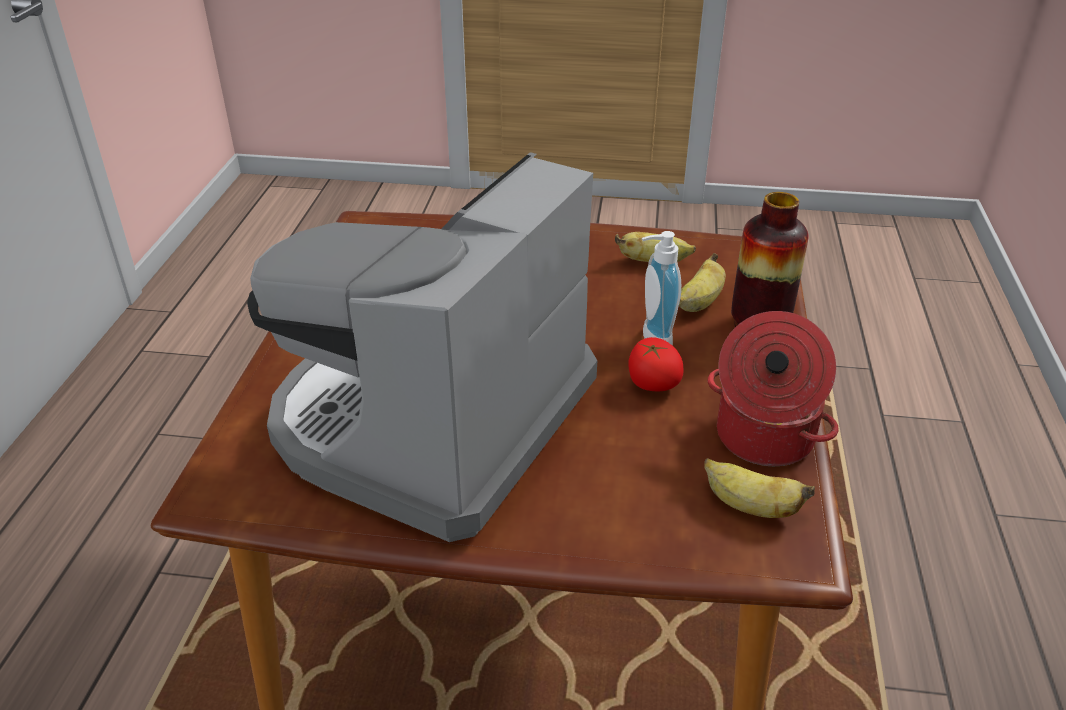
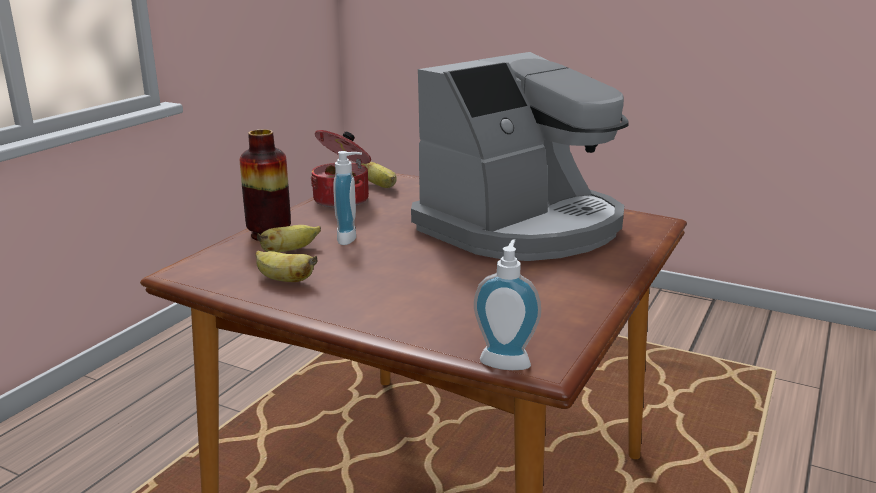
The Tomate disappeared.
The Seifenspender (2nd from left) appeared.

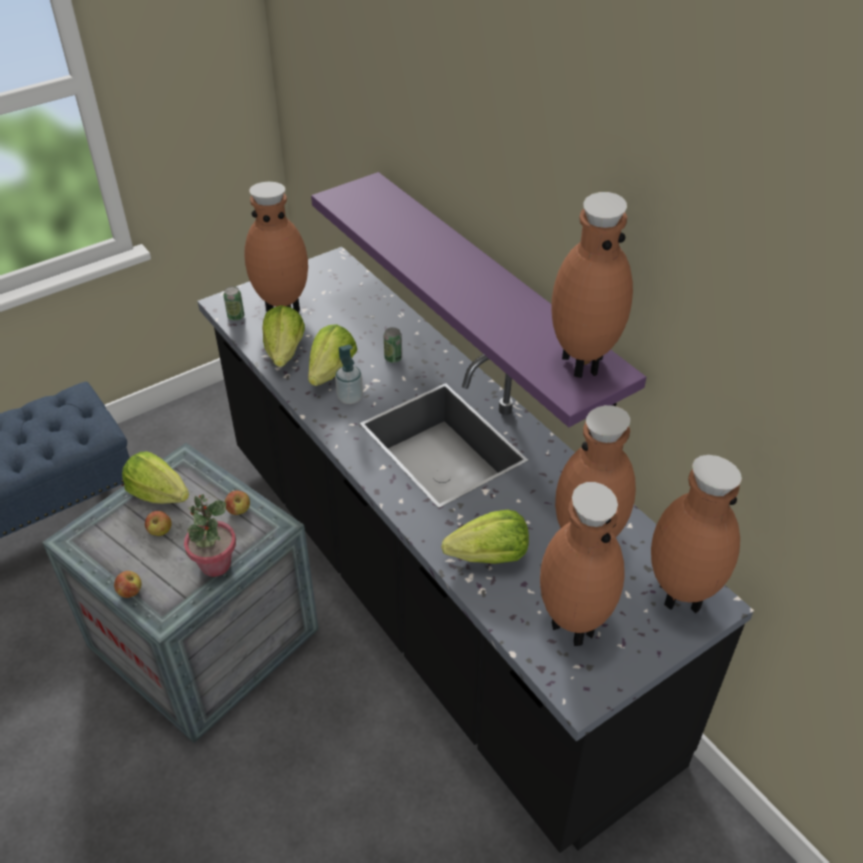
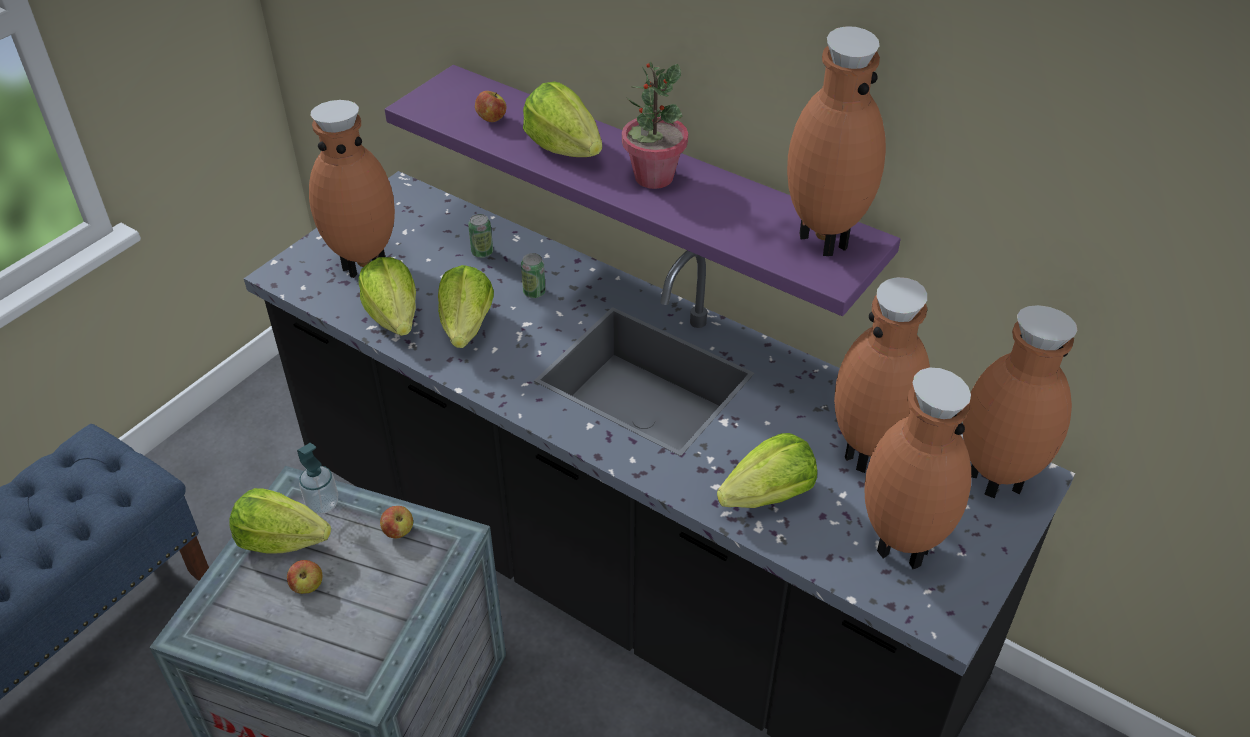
The Apfel (1st from left in the first image) moved.
The Topfpflanze moved.
The Dose (1st from left) moved.
The Seifenspender moved.
The Salatkopf (4th from left) appeared.

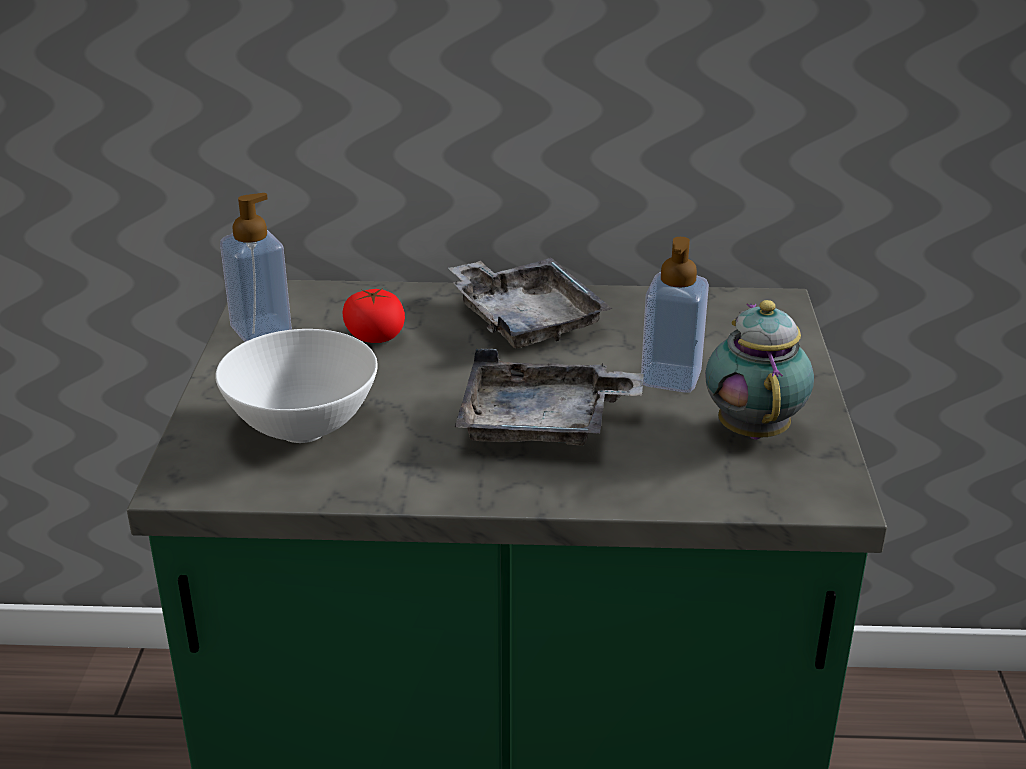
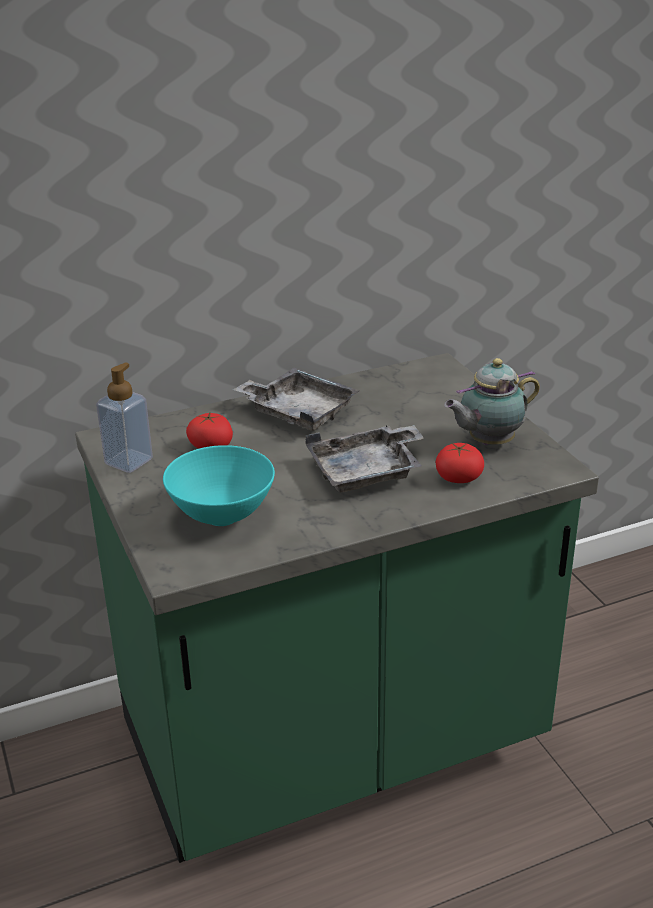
The Schüssel/weiß became the Schüssel/türkis.
The Seifenspender (2nd from left) disappeared.
The Teekanne turned 90 degrees counterclockwise.
The Tomate (2nd from left) appeared.

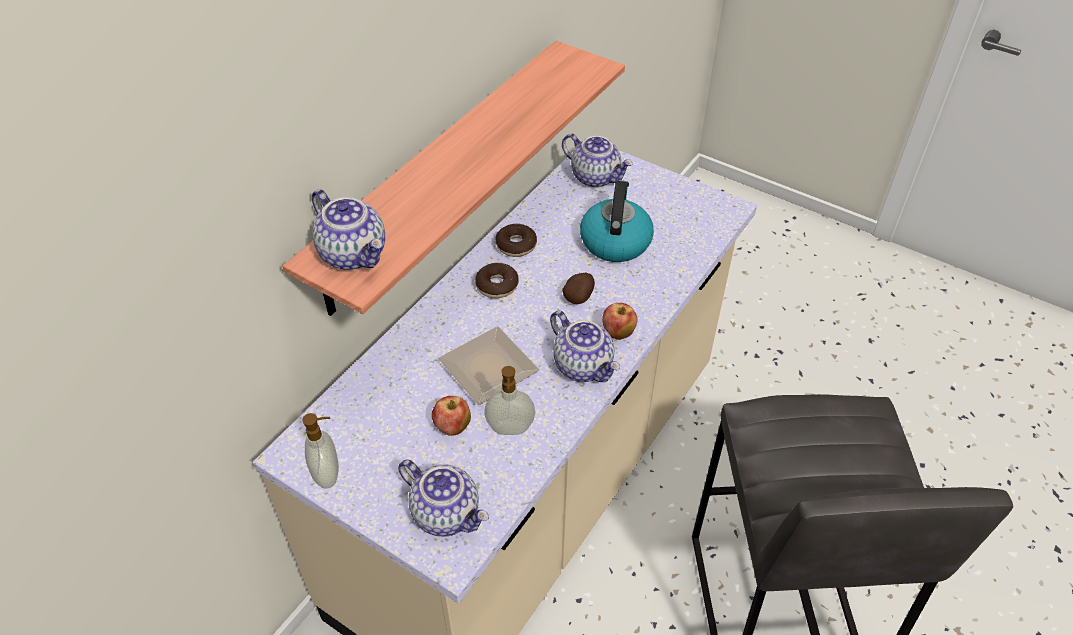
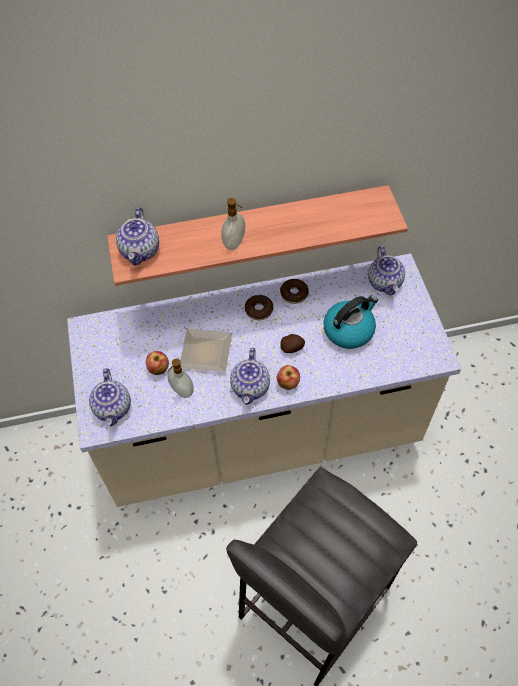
The Seifenspender (1st from left in the first image) moved.

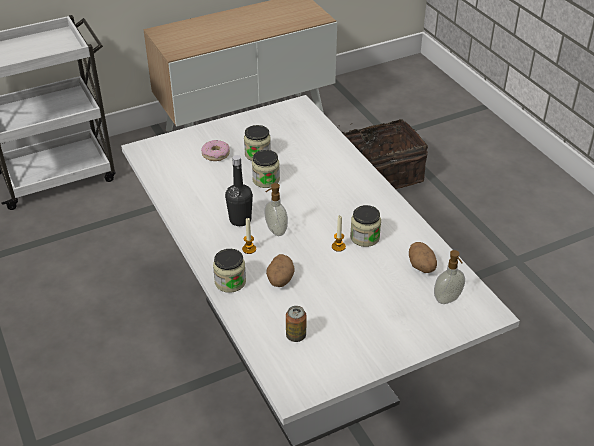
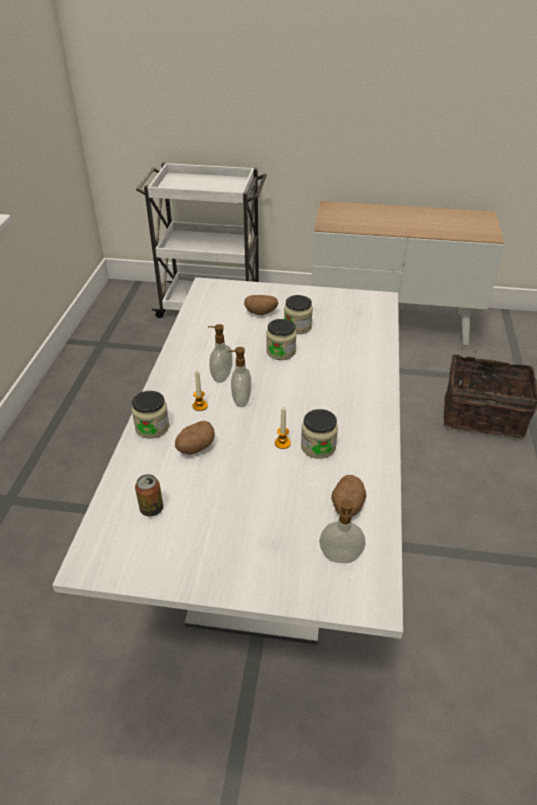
The Donut was replaced by the Kartoffel (2nd from left).
The Flasche/schwarz was replaced by the Seifenspender (1st from left).

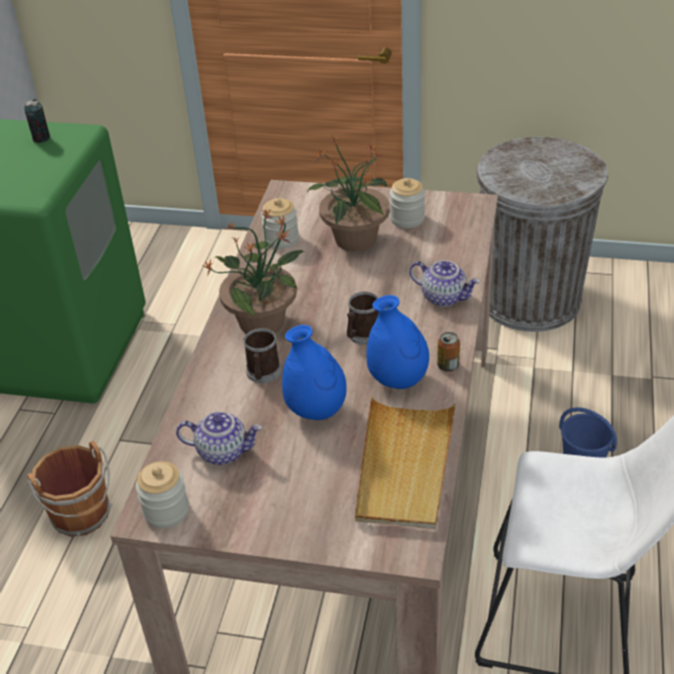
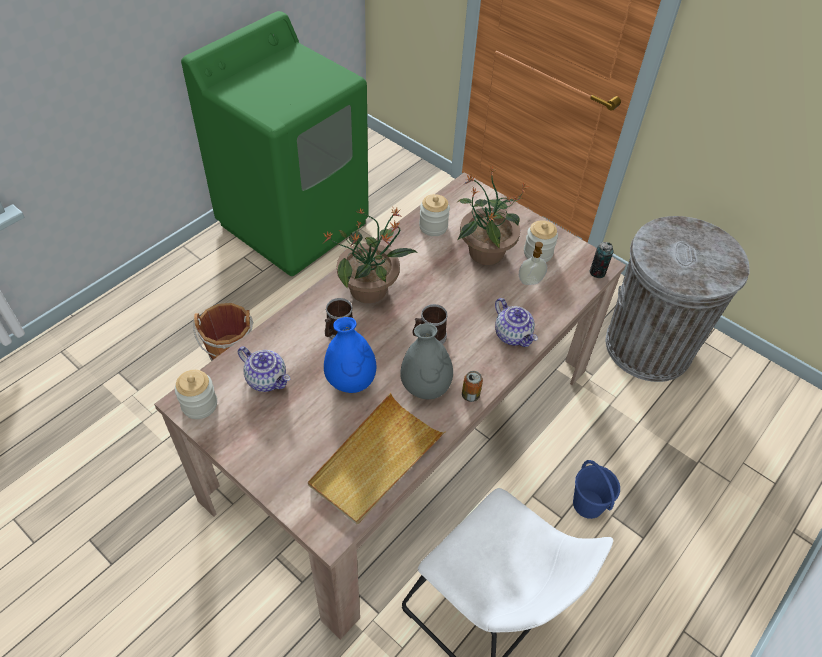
The Dose (1st from left in the first image) moved.
The Vase/blau (2nd from left) became the Vase/grau.
The Seifenspender appeared.

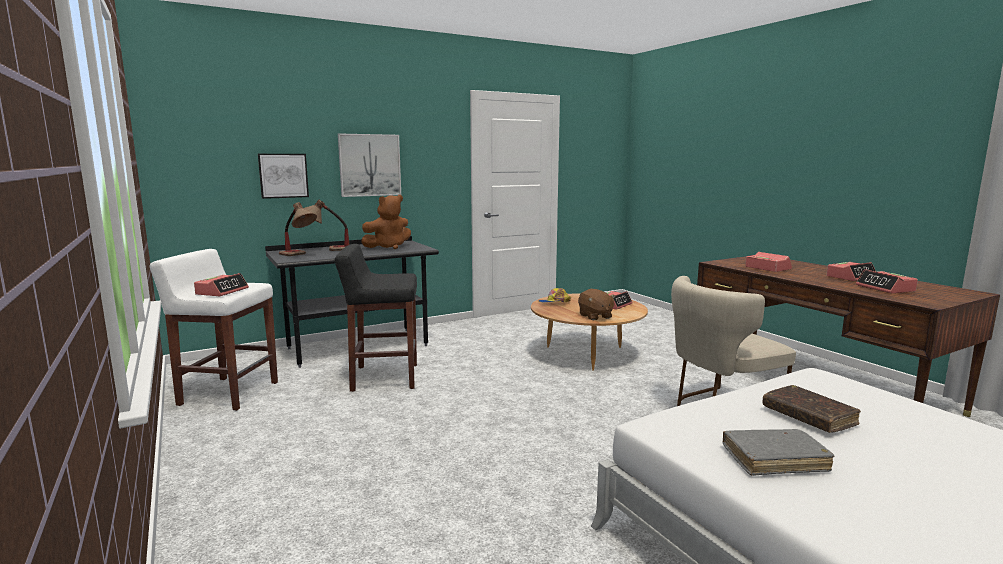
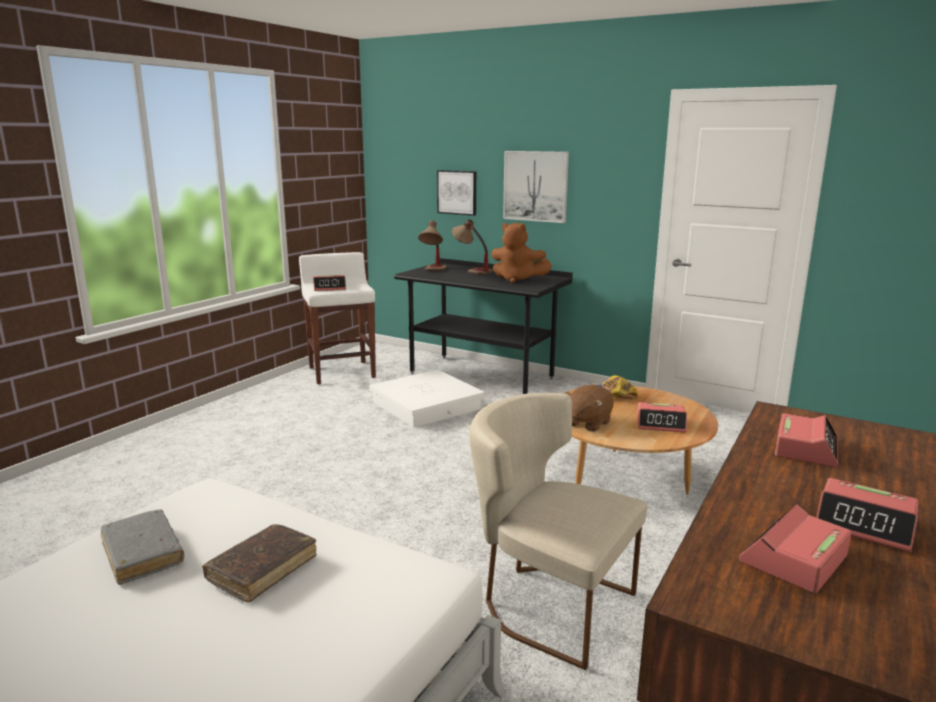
The Hocker/schwarz was replaced by the Aufbewahrungsbox/weiß.

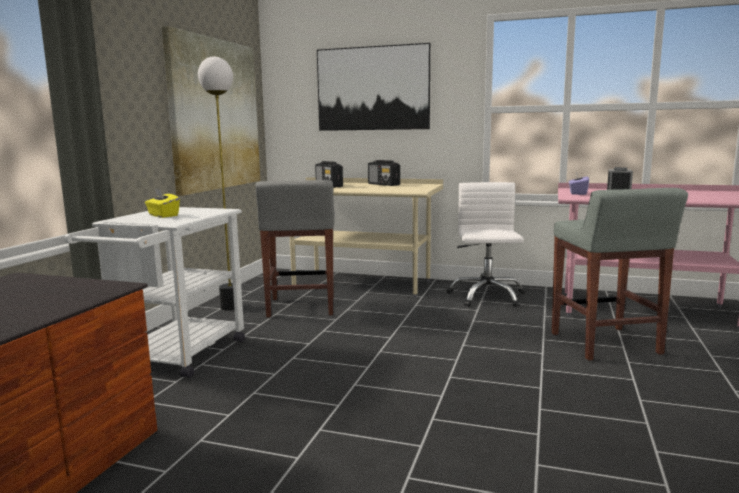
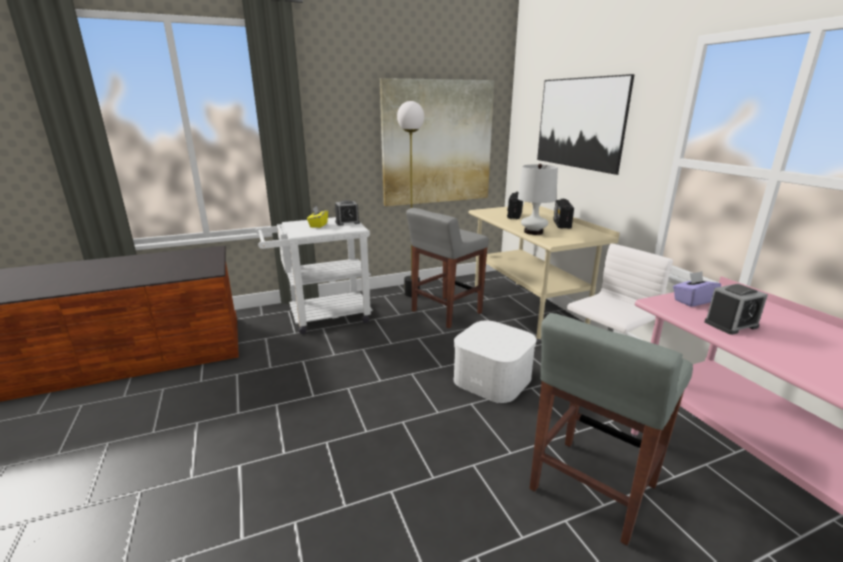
The Wecker (1st from left) appeared.
The Aufbewahrungsbox/weiß appeared.
The Tischlampe/weiß appeared.

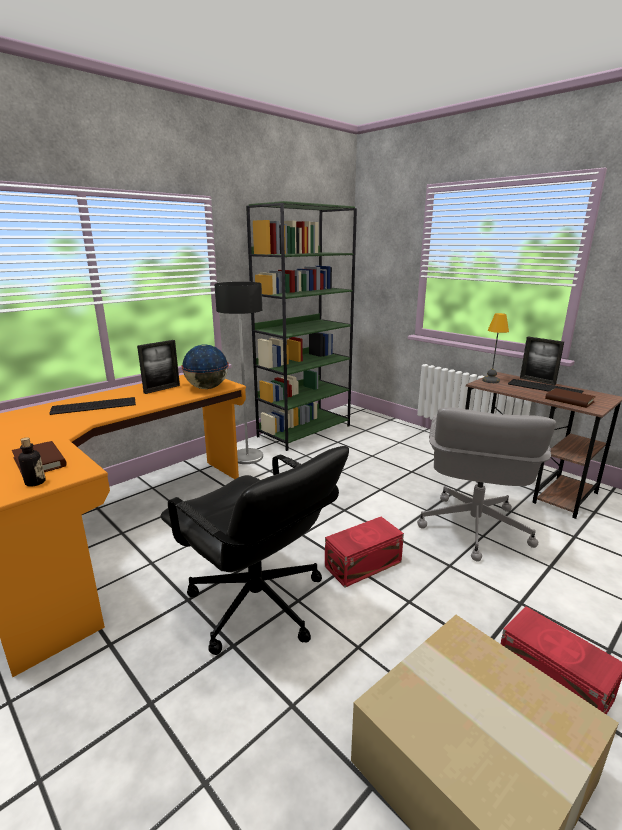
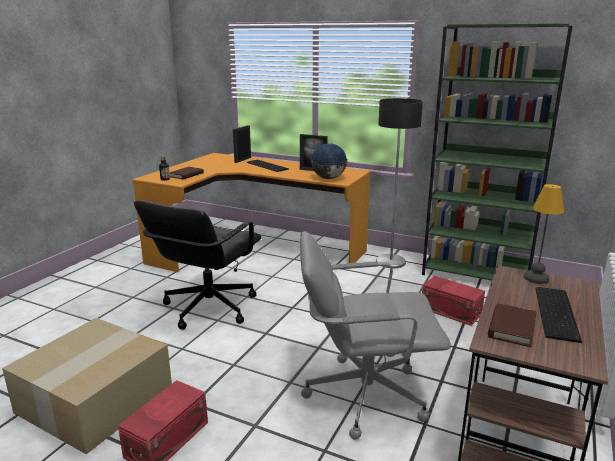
The Aufbewahrungsbox/rot (1st from left in the first image) moved.
The Bilderrahmen (2nd from left in the first image) moved.

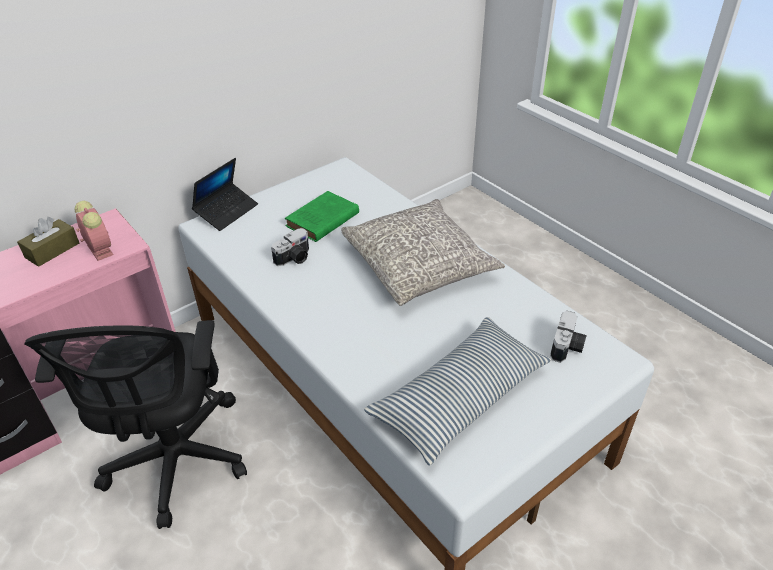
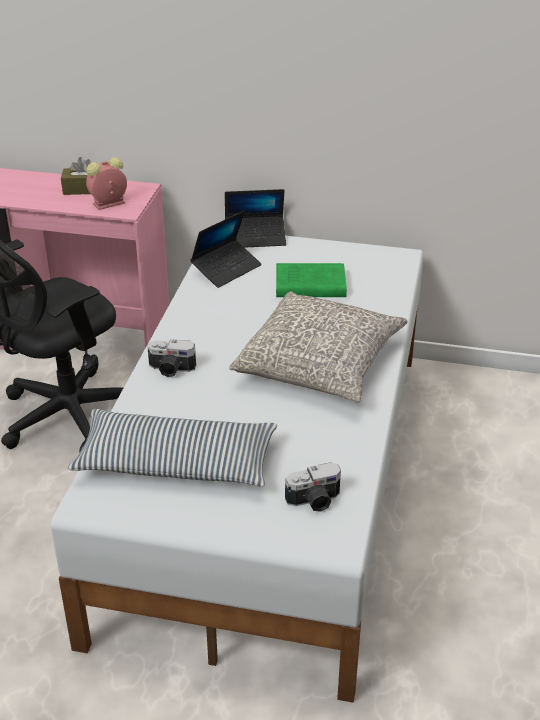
The Wecker turned 135 degrees counterclockwise.
The Kamera (1st from left) moved.
The Laptop (1st from left) appeared.

